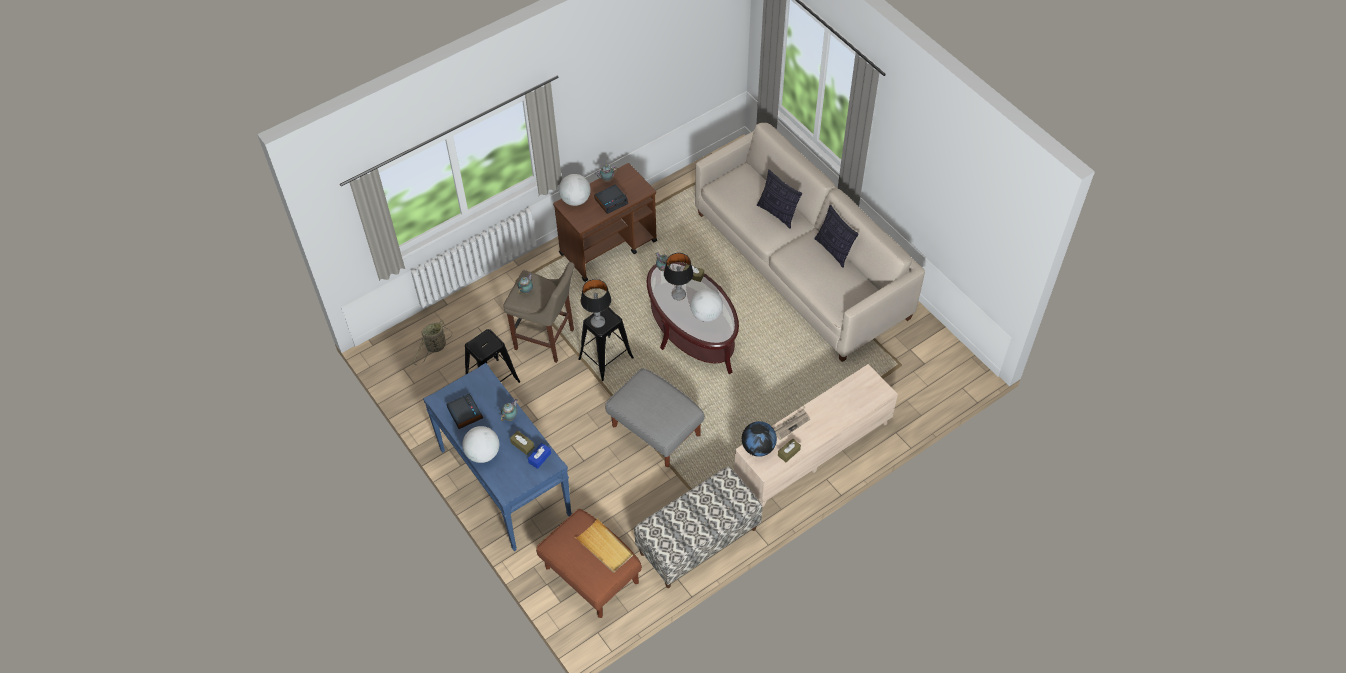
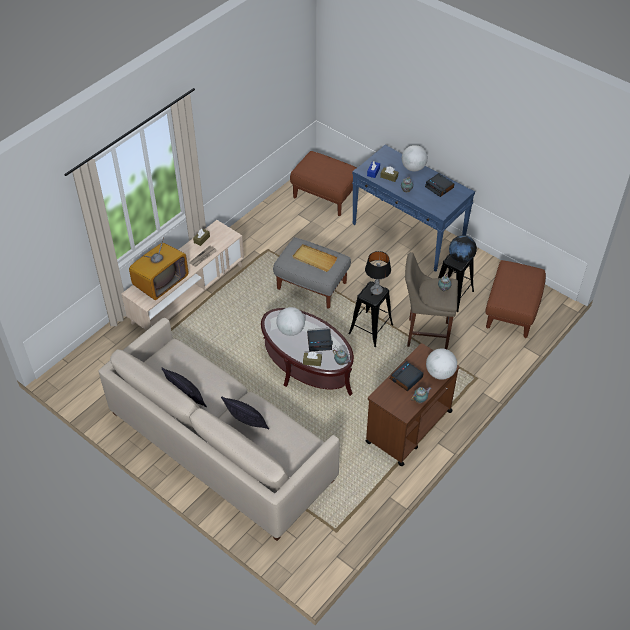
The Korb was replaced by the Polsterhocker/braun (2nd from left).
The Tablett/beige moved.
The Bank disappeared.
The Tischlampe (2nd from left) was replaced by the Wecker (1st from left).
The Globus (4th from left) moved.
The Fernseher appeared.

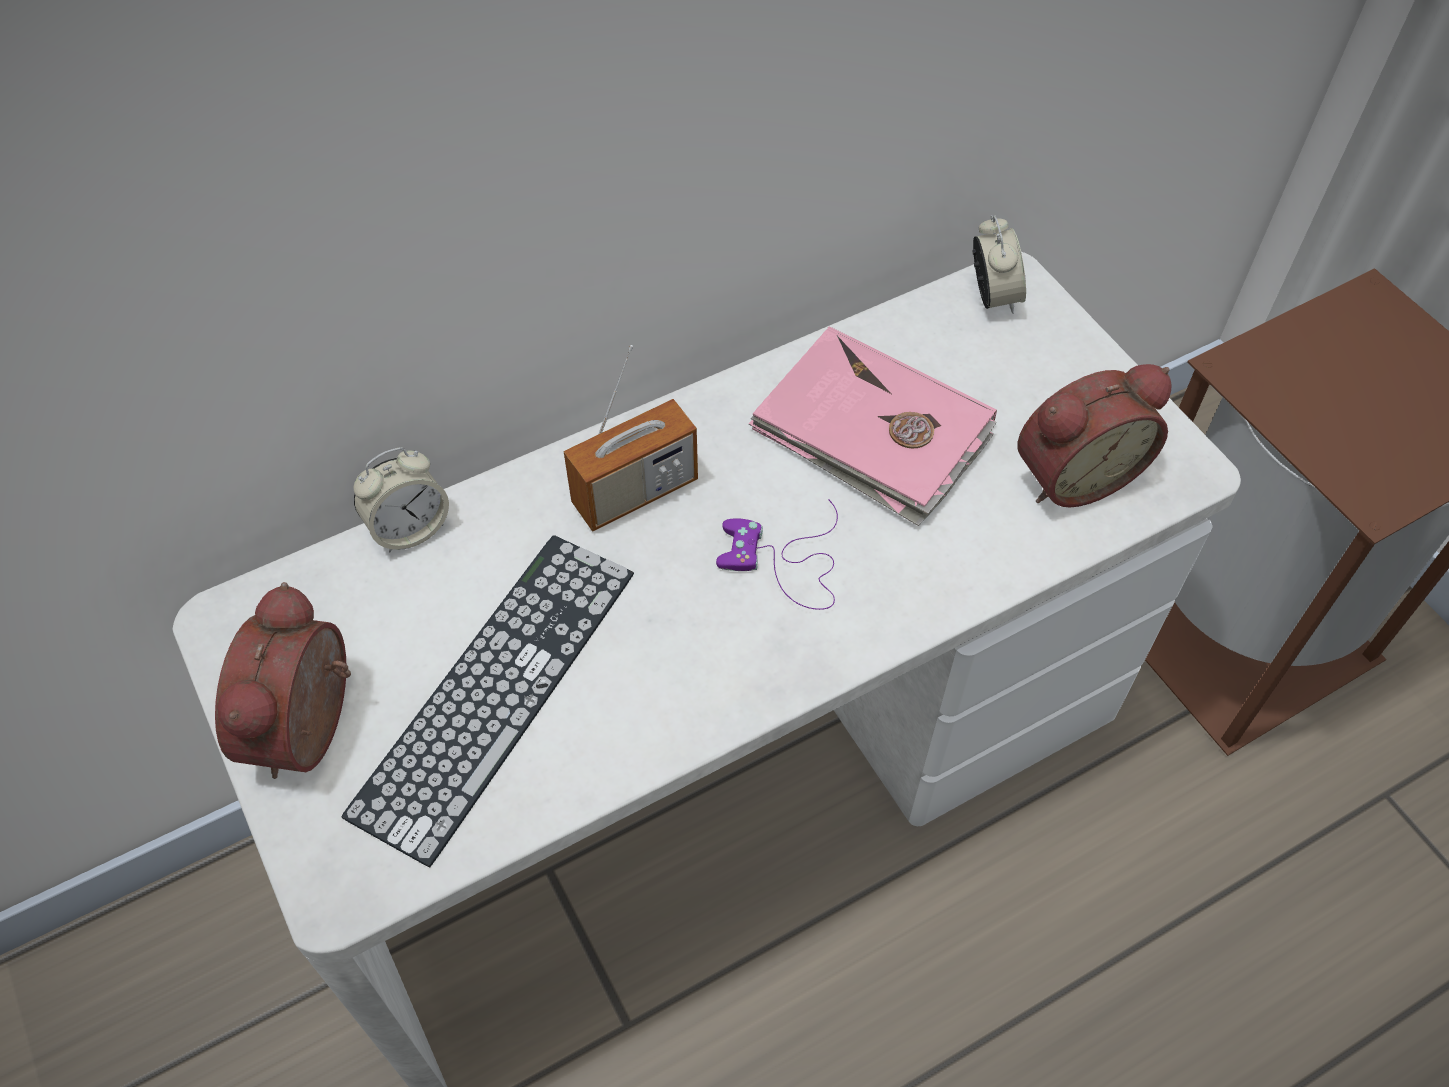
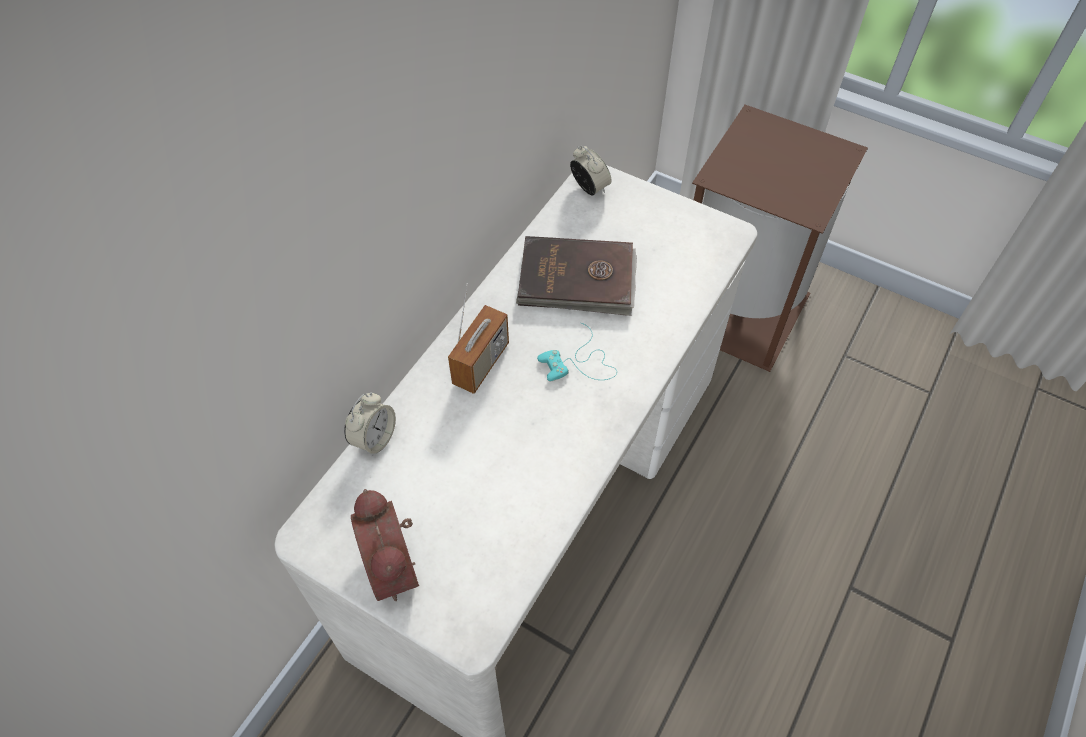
The Tastatur disappeared.
The Gamepad/lila became the Gamepad/türkis.
The Buch/rosa became the Buch/braun.
The Wecker (4th from left) disappeared.

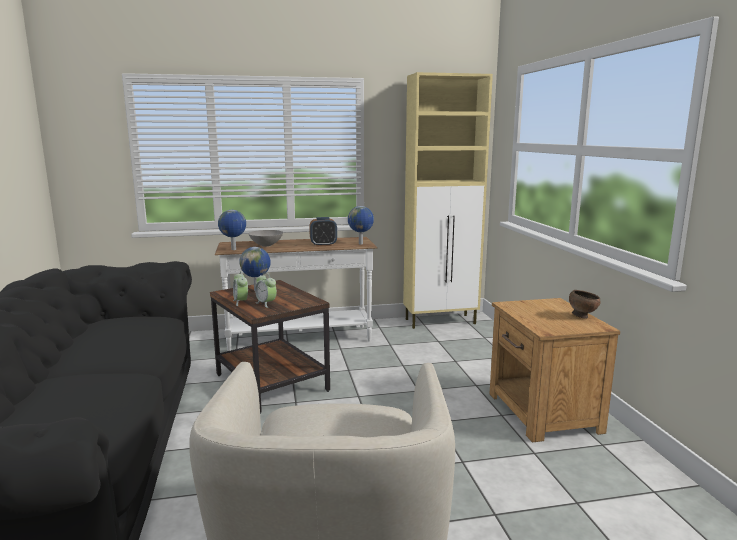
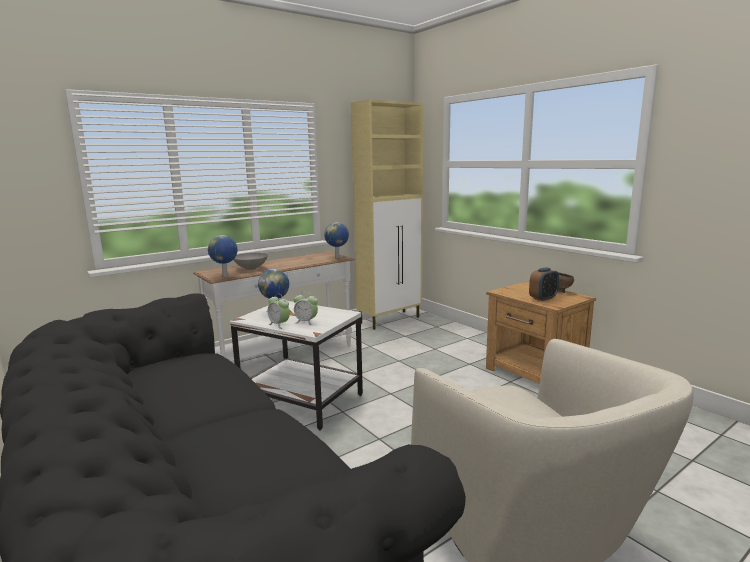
The Beistelltisch/braun became the Beistelltisch/weiß.
The Wecker (3rd from left) moved.

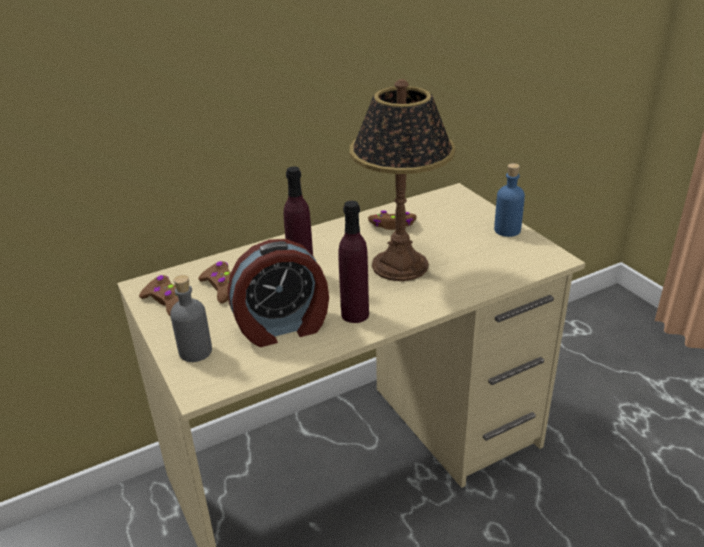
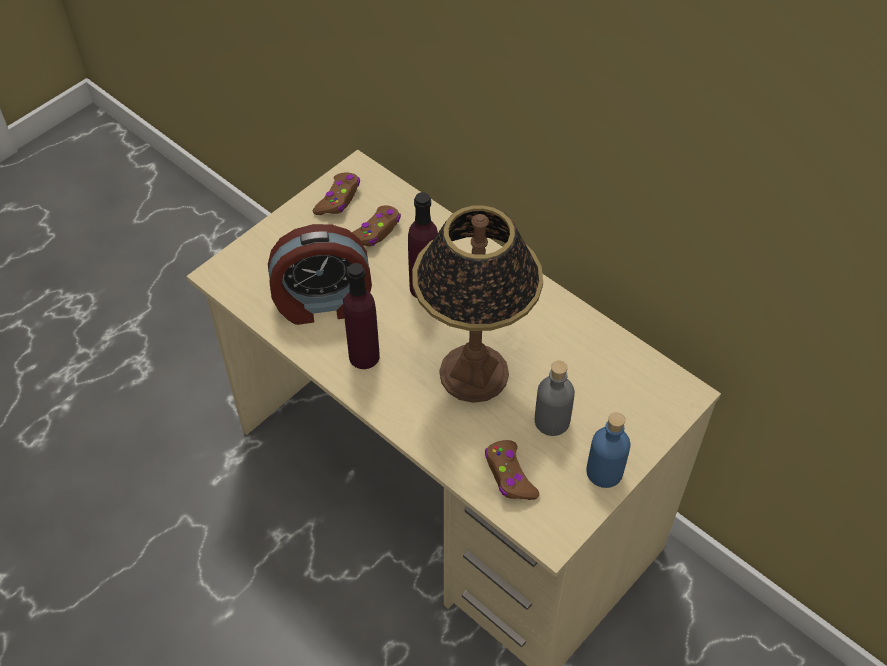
The Flasche/grau moved.
The Wecker turned 60 degrees counterclockwise.
The Gamepad/braun (3rd from left) moved.

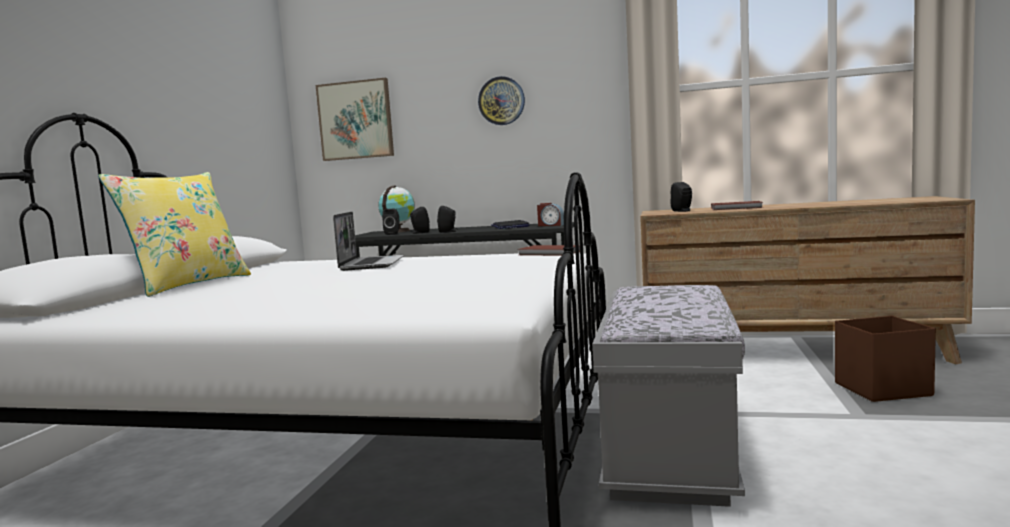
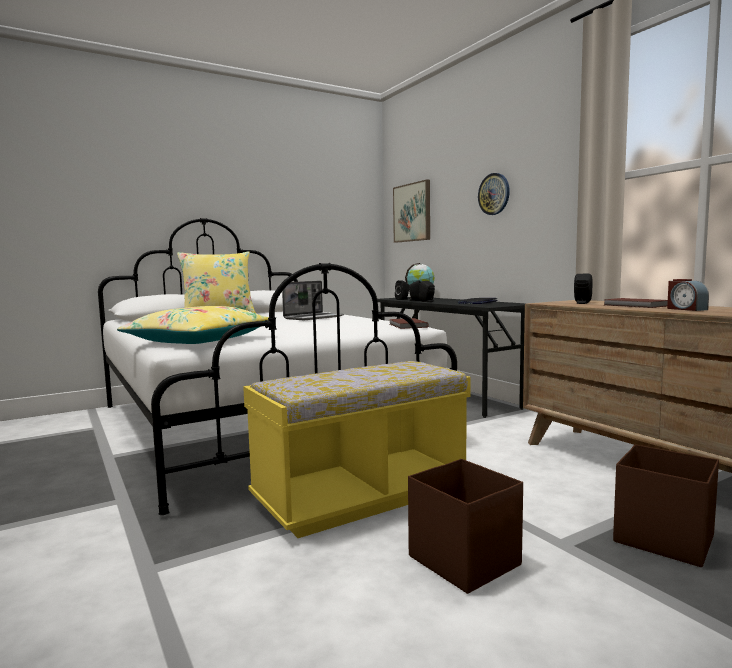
The Wecker moved.
The Bank/grau became the Bank/gelb.
The Kissen/gelb (1st from left) appeared.
The Aufbewahrungsbox/braun (1st from left) appeared.

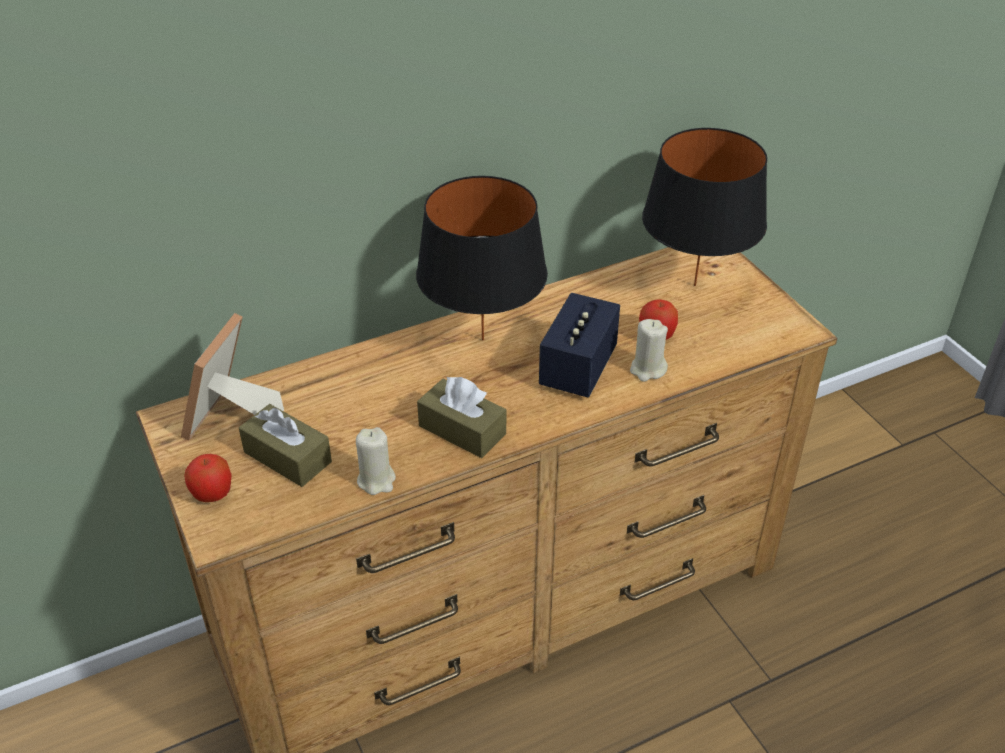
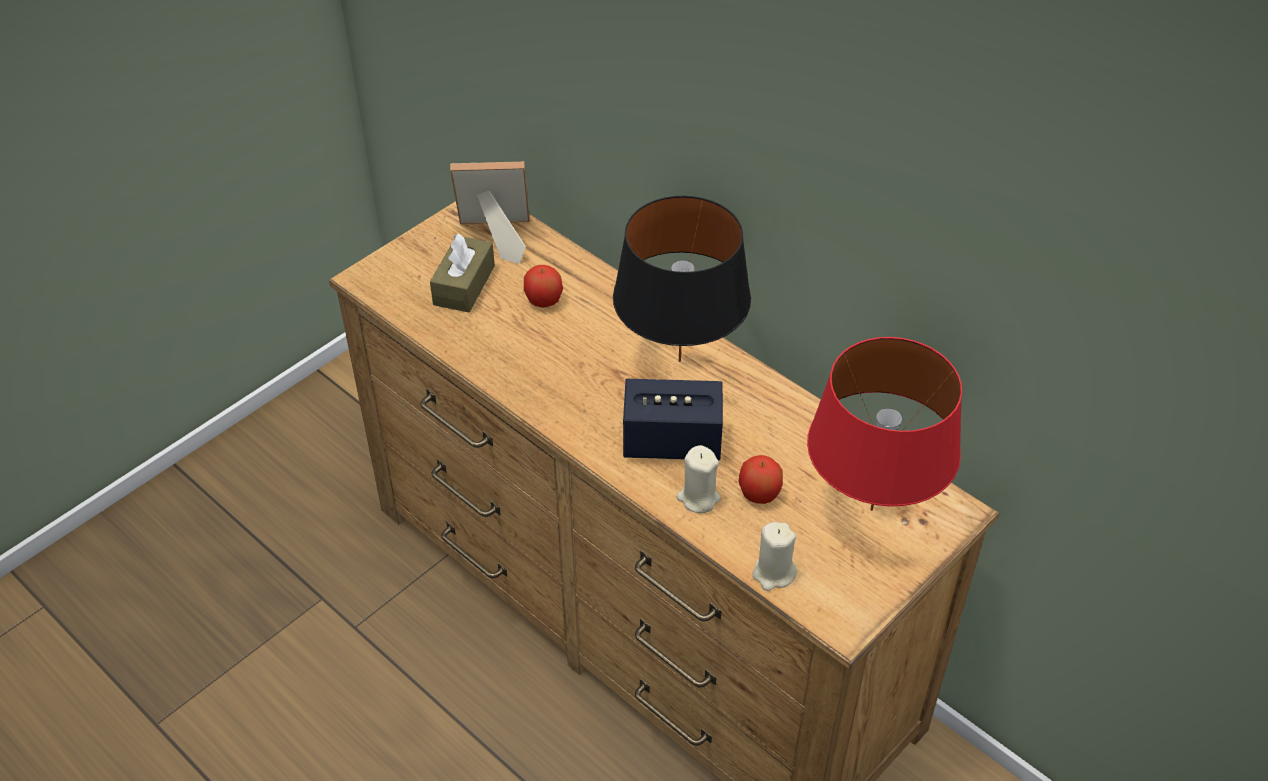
The Apfel (1st from left) moved.
The Kerze/beige (1st from left in the first image) moved.
The Taschentuchbox/braun (2nd from left) disappeared.
The Tischlampe/schwarz (2nd from left) became the Tischlampe/rot.

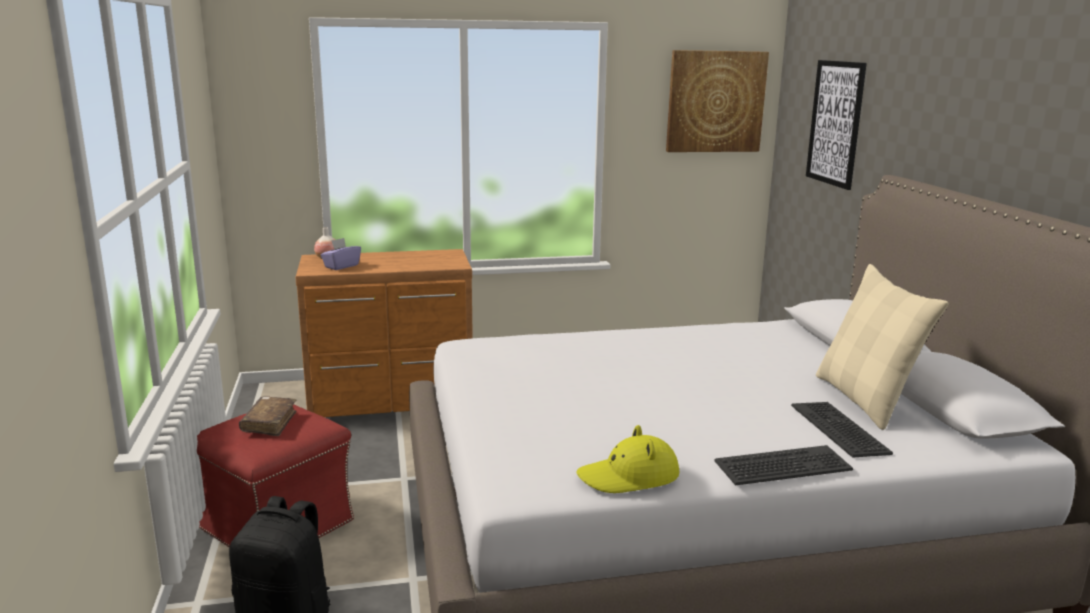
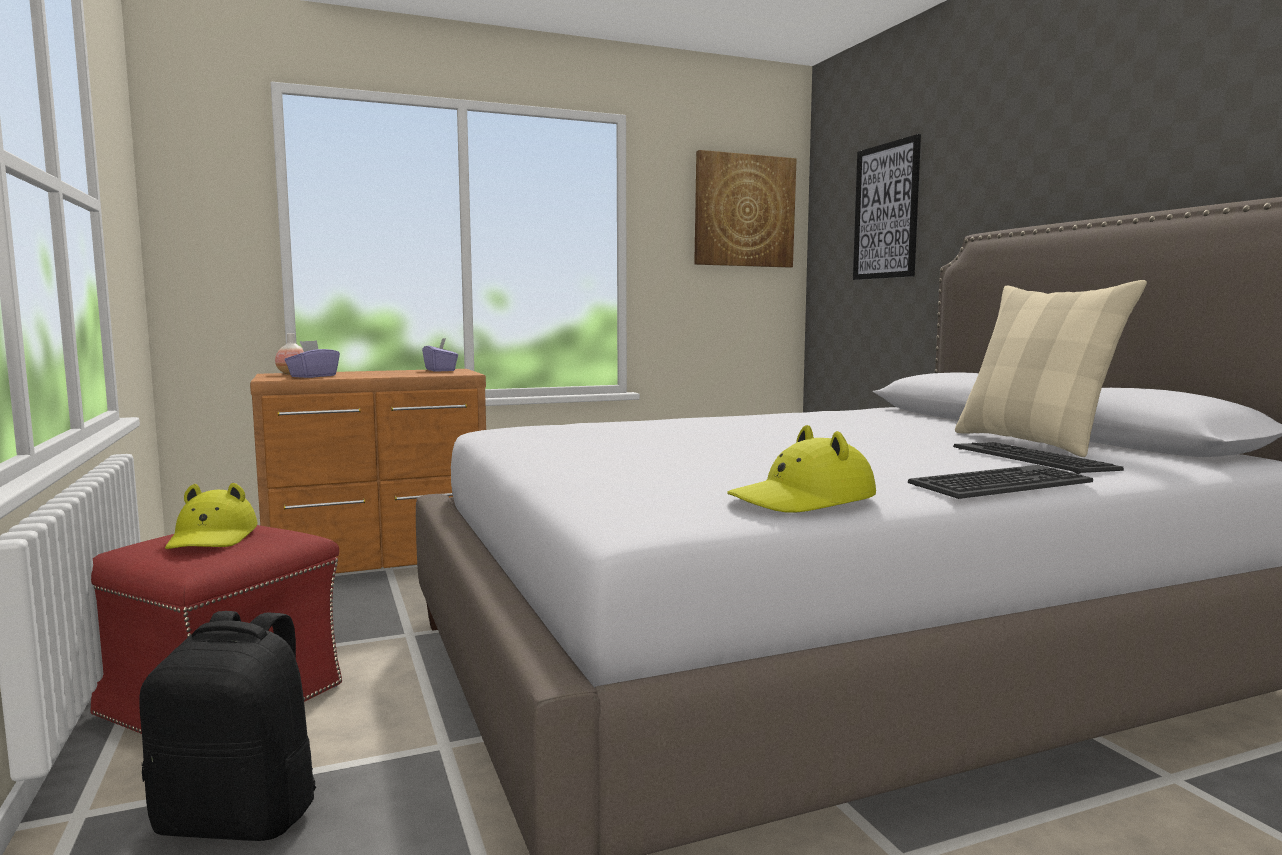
The Buch/braun was replaced by the Hut/gelb (1st from left).
The Taschentuchbox/lila (2nd from left) appeared.

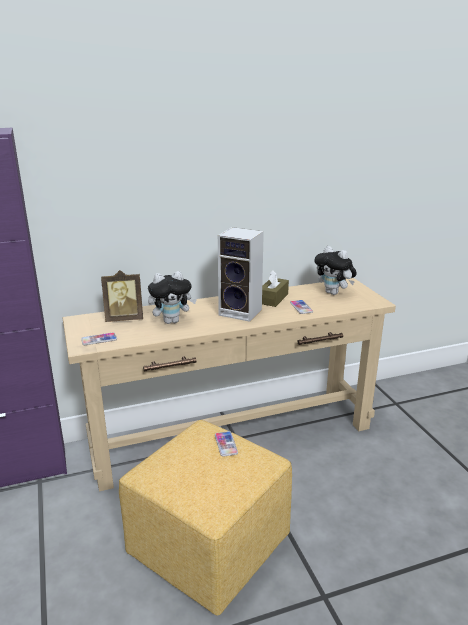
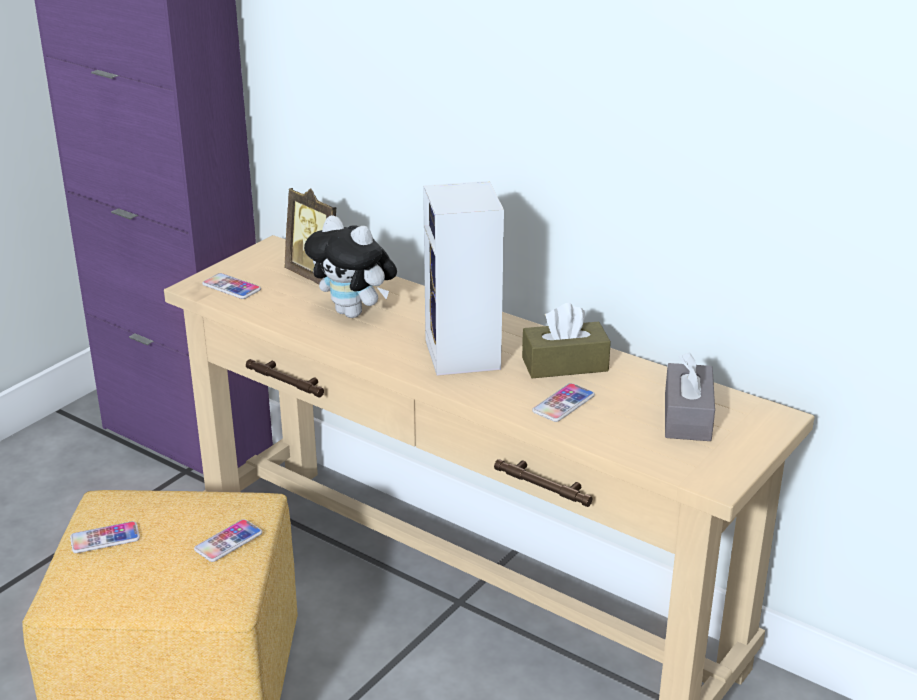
The Plüschtier (2nd from left) was replaced by the Taschentuchbox/grau.
The Handy (1st from left) appeared.

